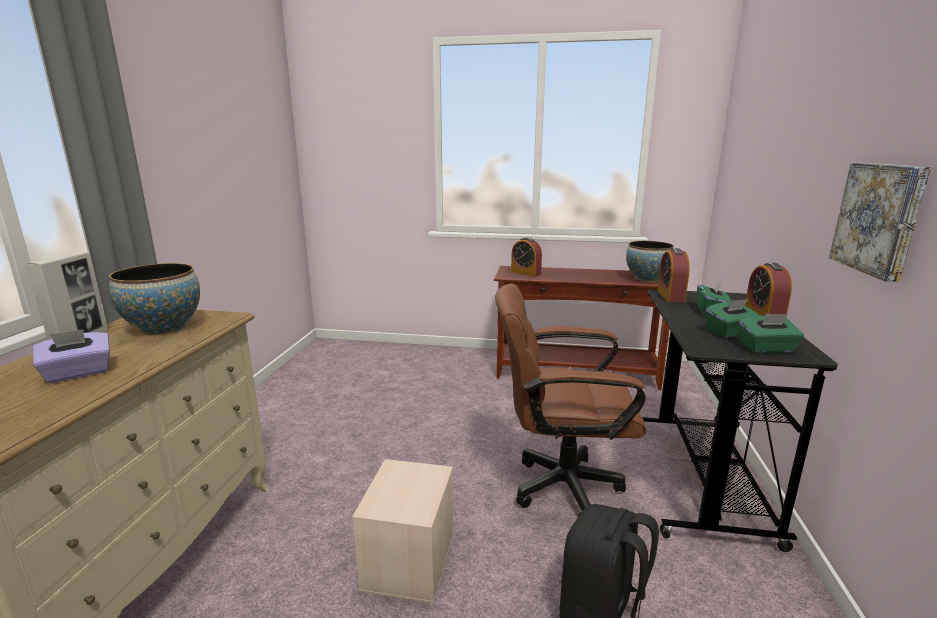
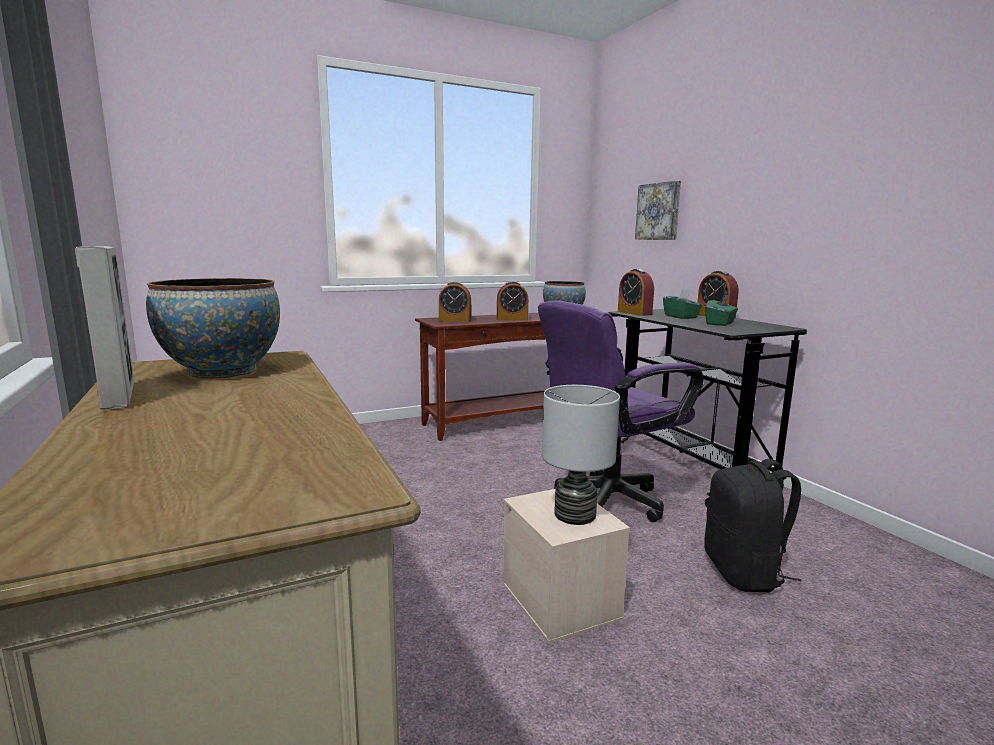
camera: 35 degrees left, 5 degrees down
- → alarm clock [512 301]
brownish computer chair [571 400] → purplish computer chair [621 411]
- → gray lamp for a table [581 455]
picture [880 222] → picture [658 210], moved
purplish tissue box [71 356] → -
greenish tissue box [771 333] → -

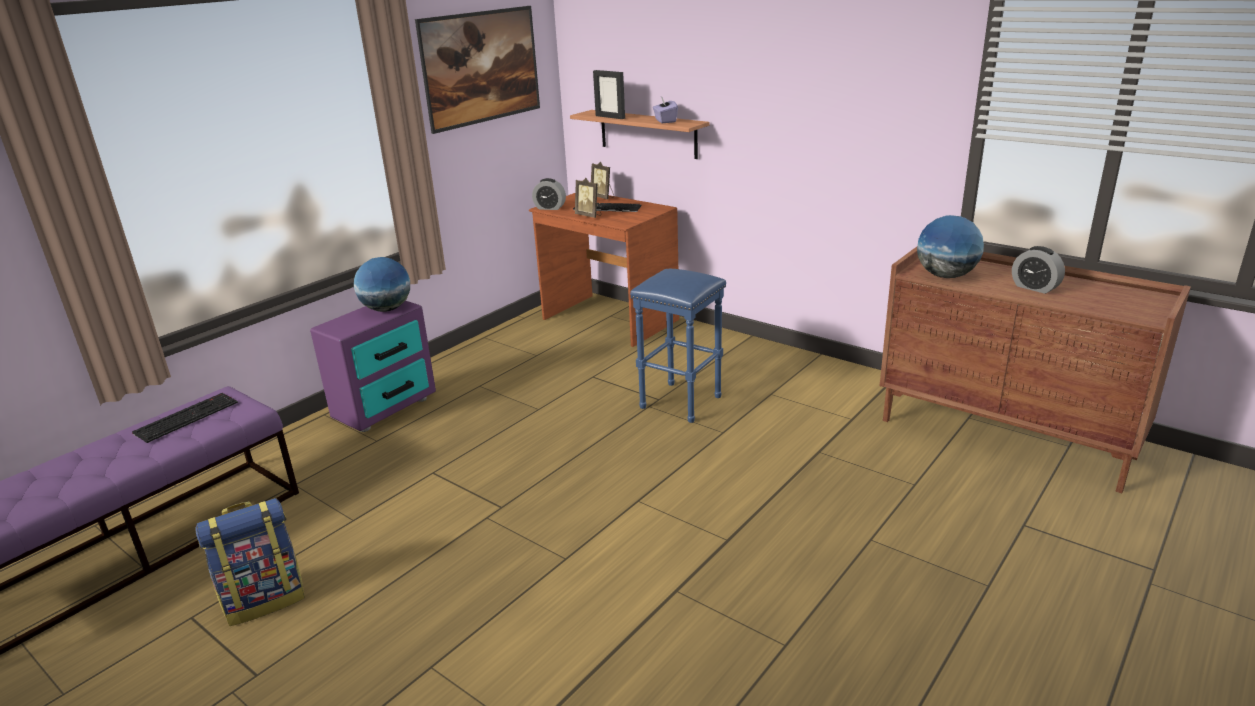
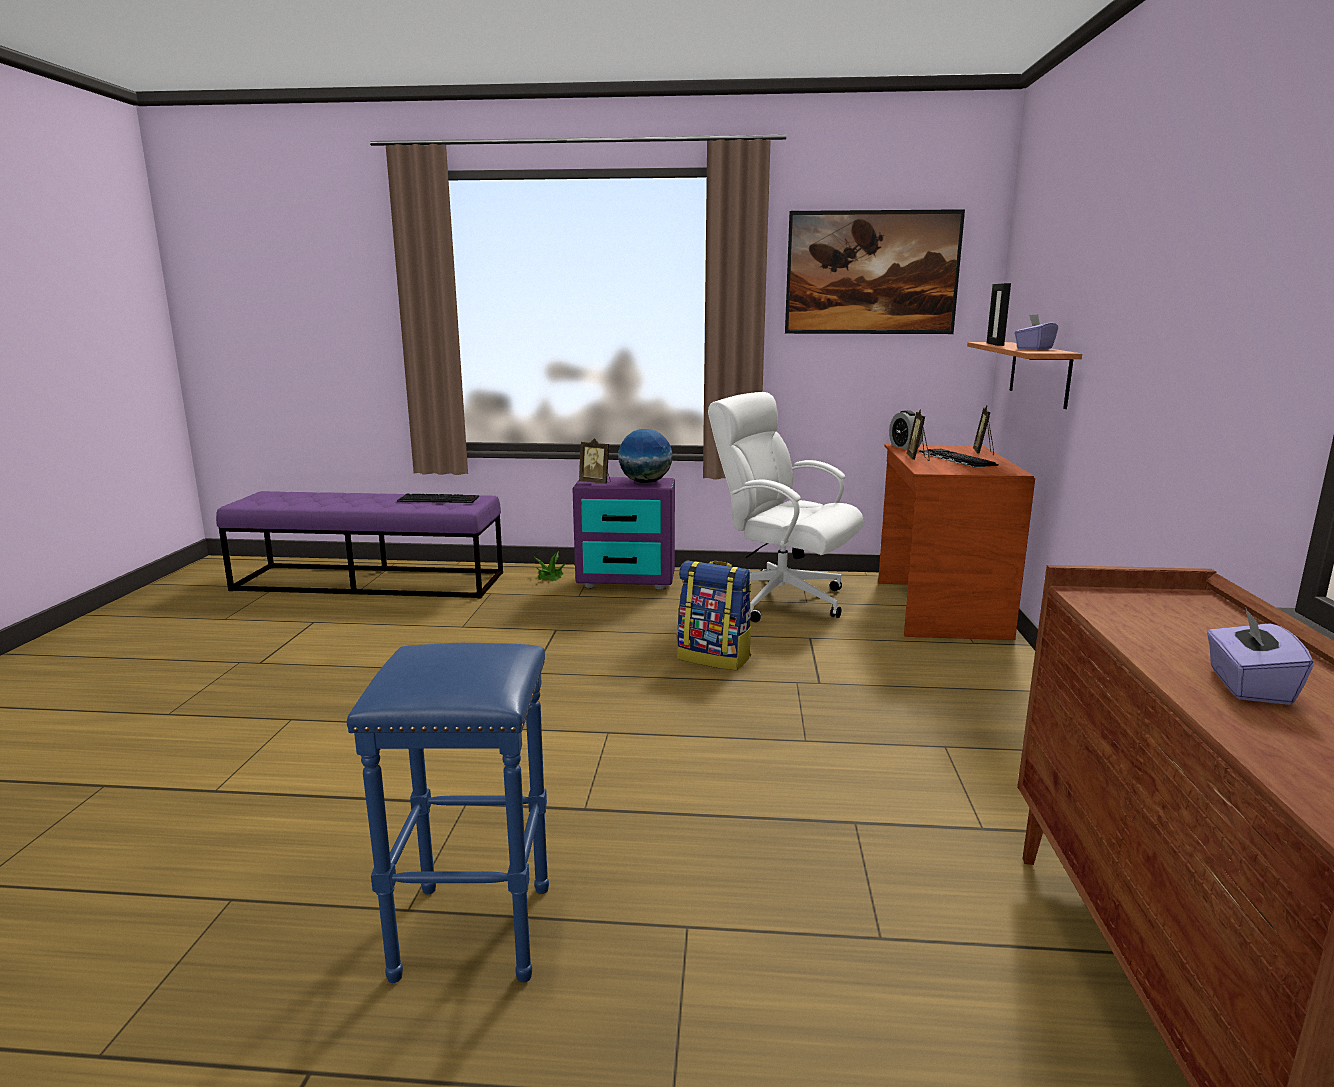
camera: 55 degrees right, 10 degrees down
bluish sitting stool [678 346] → bluish sitting stool [448 813], moved
- → houseplant [549 566]
- → standing frame [595 461]
rucksack [250 562] → rucksack [714 616], moved
- → whitish computer chair [785 507]
alarm clock [1038 270] → purplish tissue box [1260 656]
world globe [950 246] → -

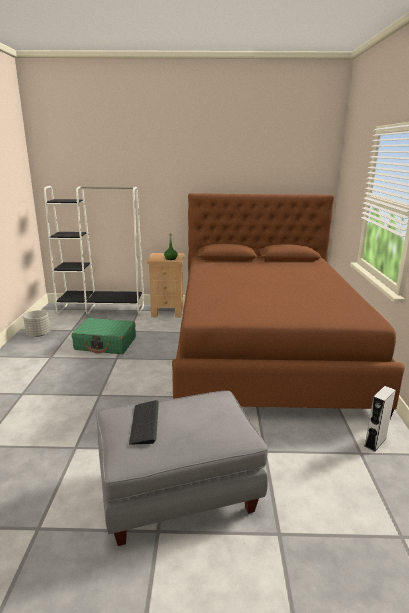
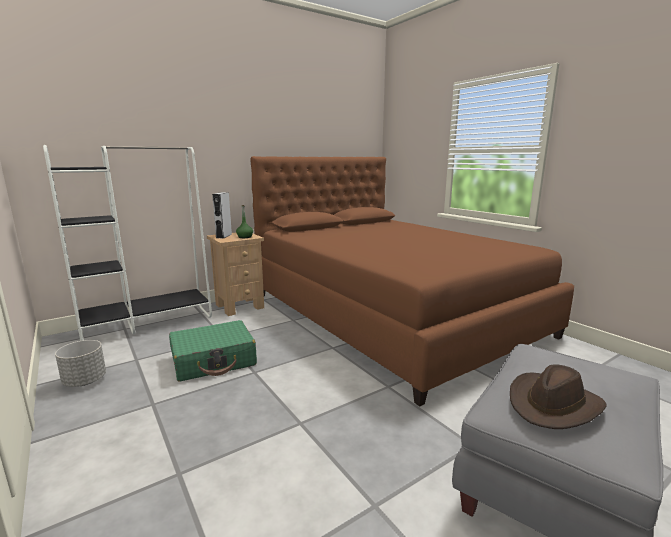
camera: 35 degrees left, 5 degrees down
gray loudspeaker [380 418] → gray loudspeaker [222 215], moved
PC keyboard [144 422] → brownish wearable hat [558 396]

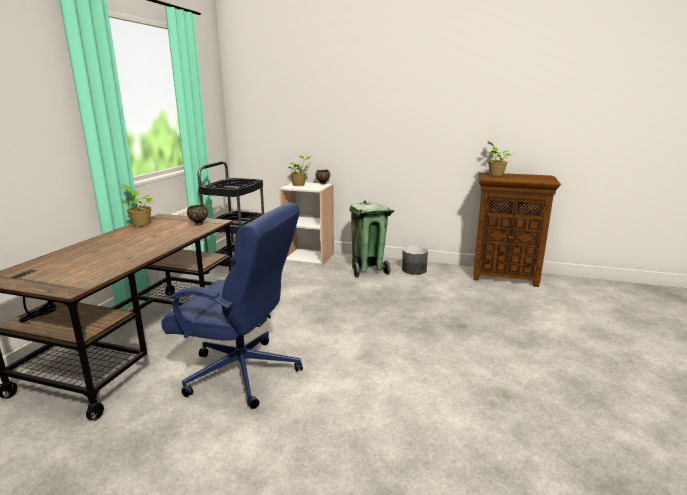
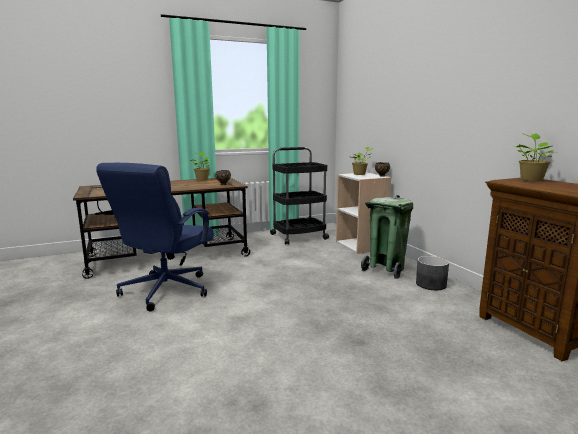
camera: 50 degrees right, 5 degrees down
bluish computer chair [232 305] → bluish computer chair [155 237], 45 degrees clockwise

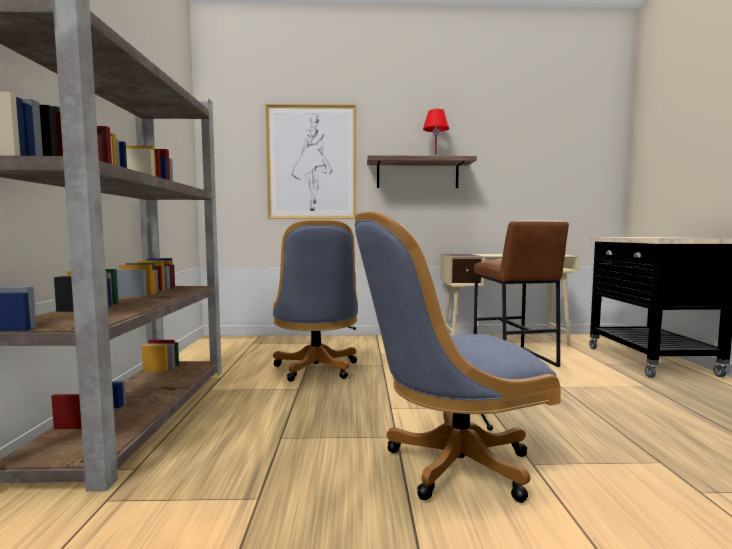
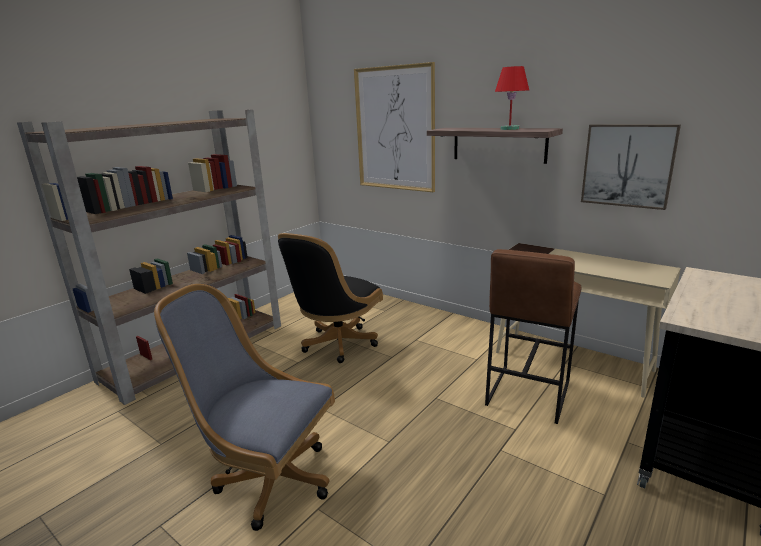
camera: 40 degrees right, 15 degrees up
bluish computer chair [315 301] → black computer chair [330 298]
- → picture [631 167]

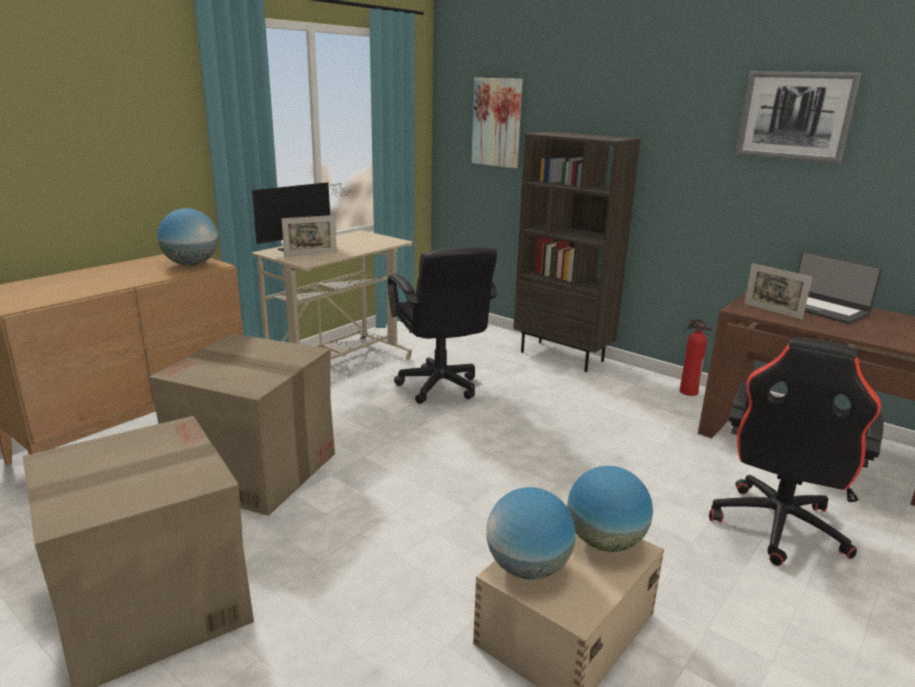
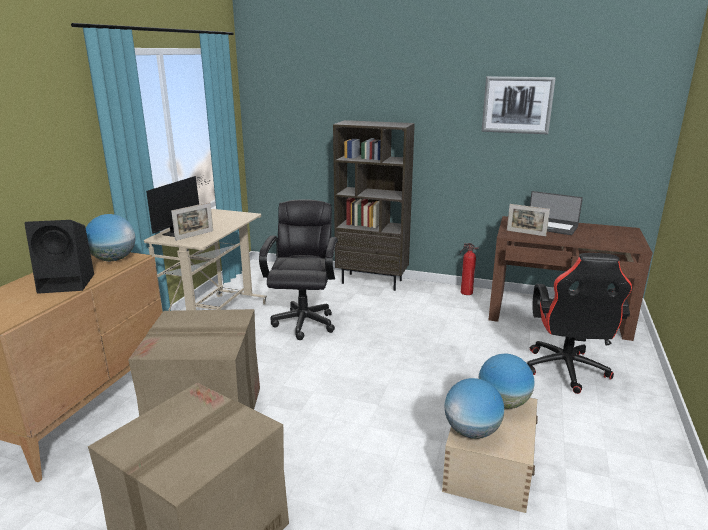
camera: 20 degrees left, 0 degrees up
- → black loudspeaker [59 257]
black computer chair [442 325] → black computer chair [298 269], 135 degrees counterclockwise
picture [497 123] → -

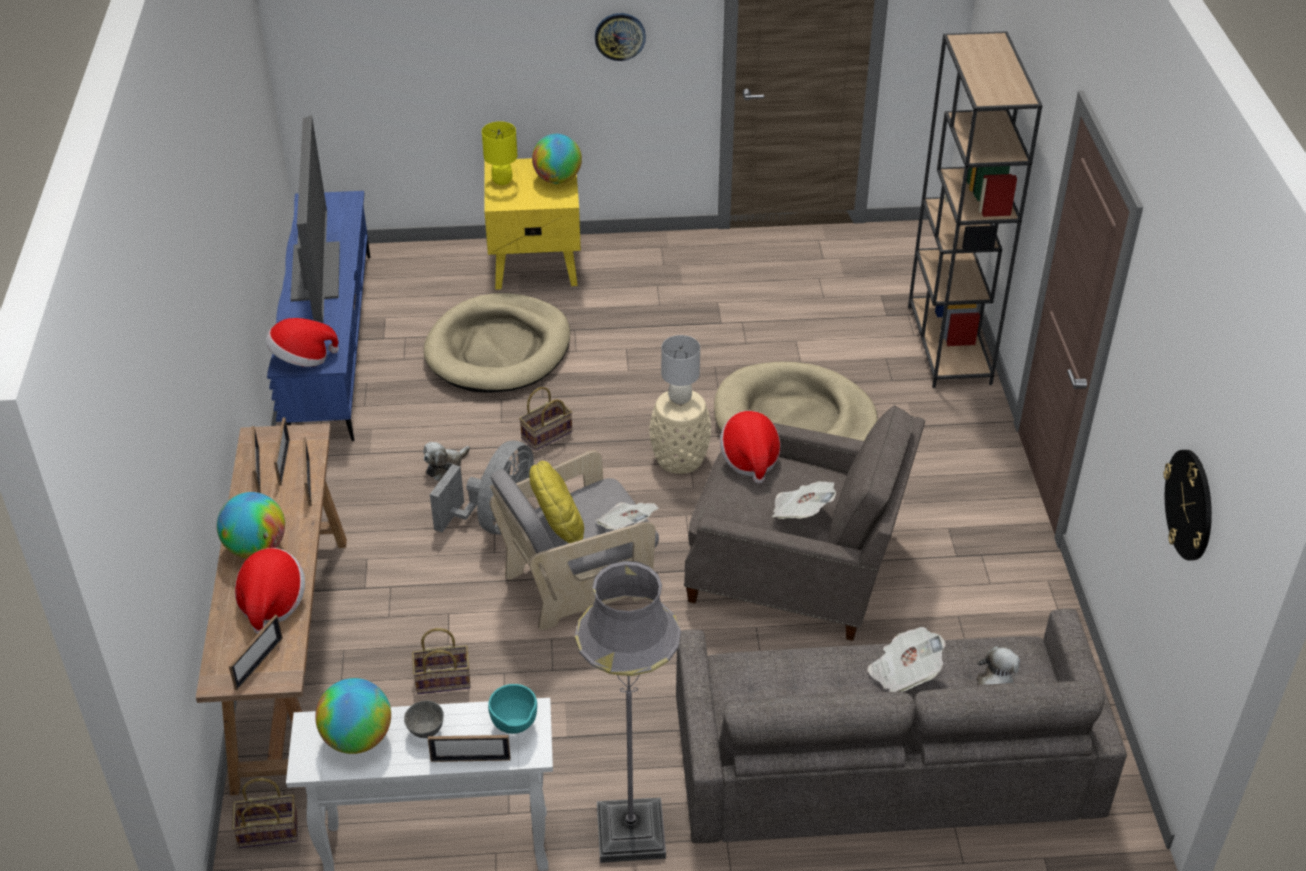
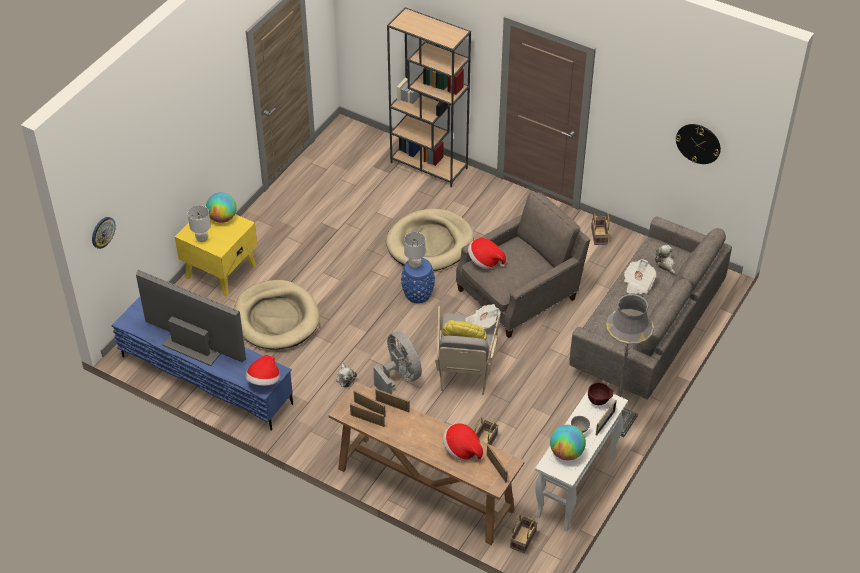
camera: 55 degrees left, 5 degrees up
clock on the wall [620 37] → clock on the wall [104 233], moved
yellow-coloured lamp for a table [500 153] → gray lamp for a table [199 223]
beige-coloured sitting stool [680 432] → bluish sitting stool [418 280]
turquoise-coloured serving bowl [512 709] → brownish serving bowl [601 393]
storage basket [545 419] → storage basket [600 229], moved
world globe [251 525] → -
daily paper [804 500] → -

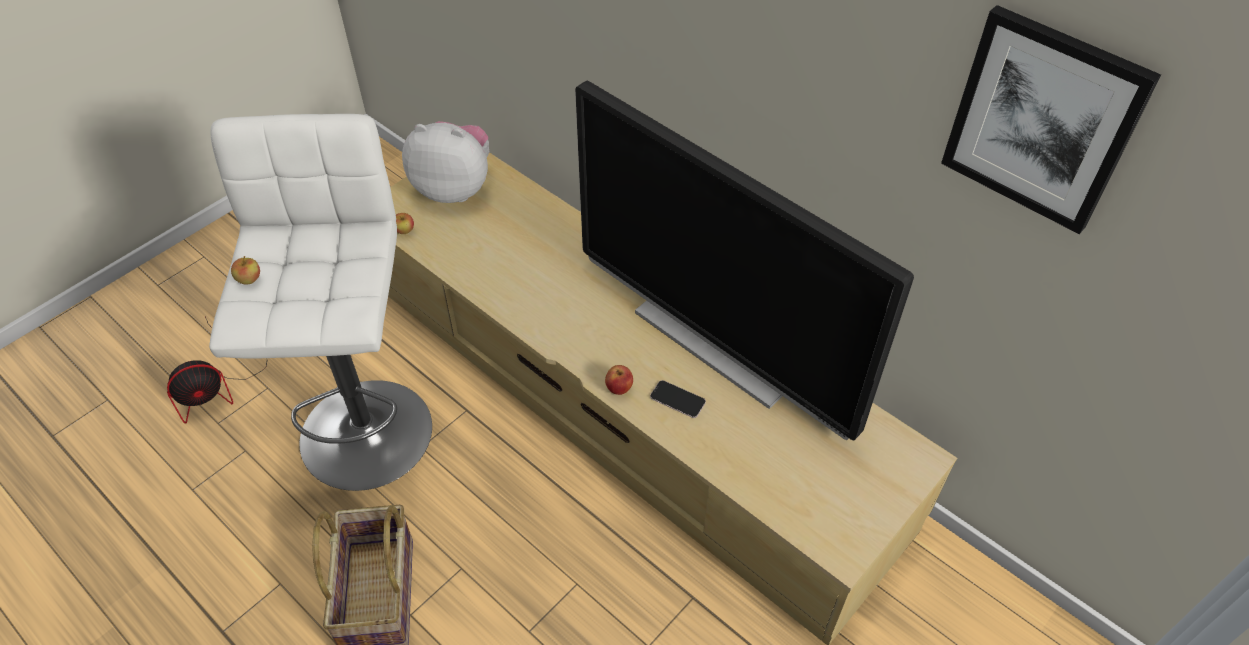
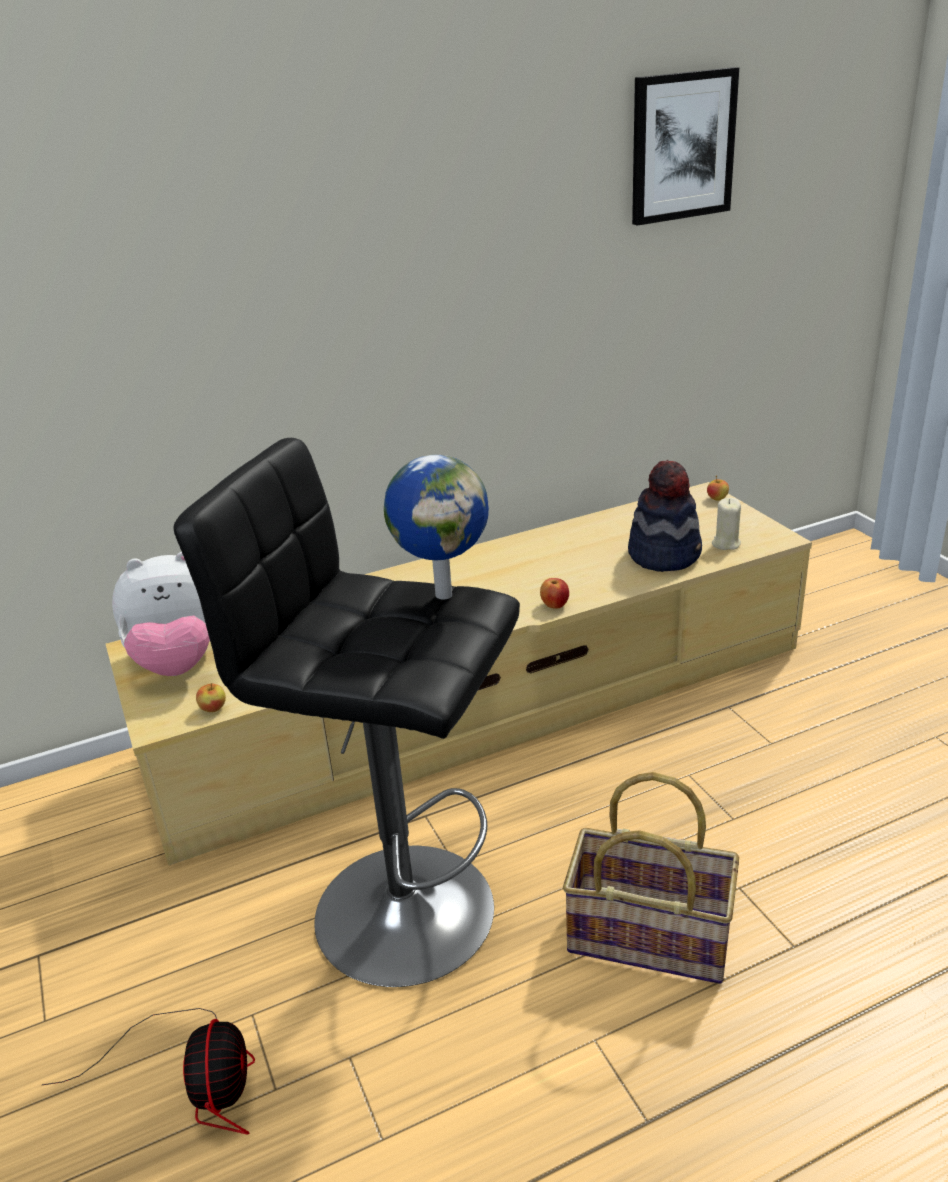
camera: 65 degrees left, 20 degrees down
cuddly toy [446 162] → cuddly toy [161 614], 135 degrees counterclockwise
whitish sitting stool [320 302] → black sitting stool [347 712]
- → world globe [436 527]
- → wearable hat [665 516]
whole apple [245 270] → whole apple [718 488], moved
- → beige-coloured wax candle [726 524]
TV set [744 261] → -
telephone [678 399] → -

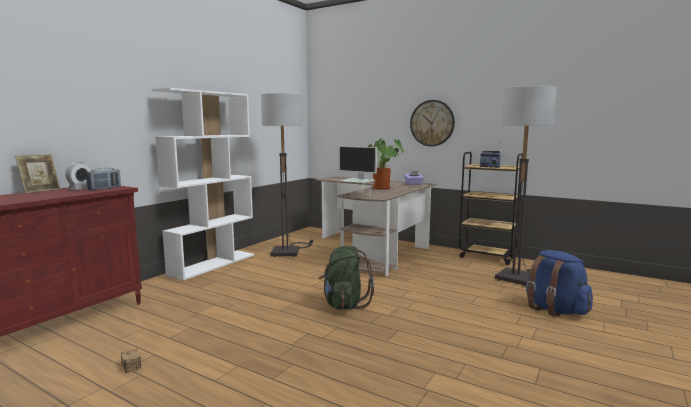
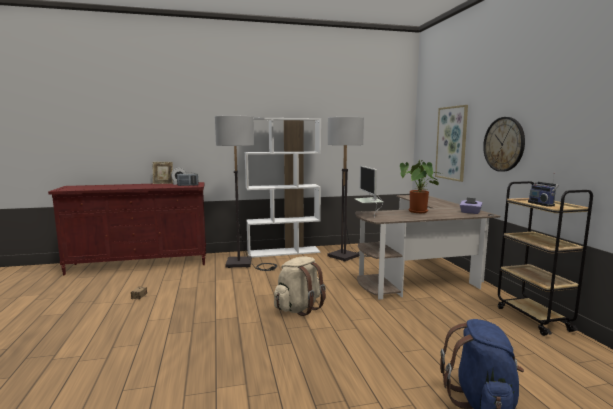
camera: 45 degrees right, 0 degrees up
floor lamp [526 186] → floor lamp [246 193], moved
greenish rucksack [346 278] → beige-coloured rucksack [300 286]
- → picture [451 143]

